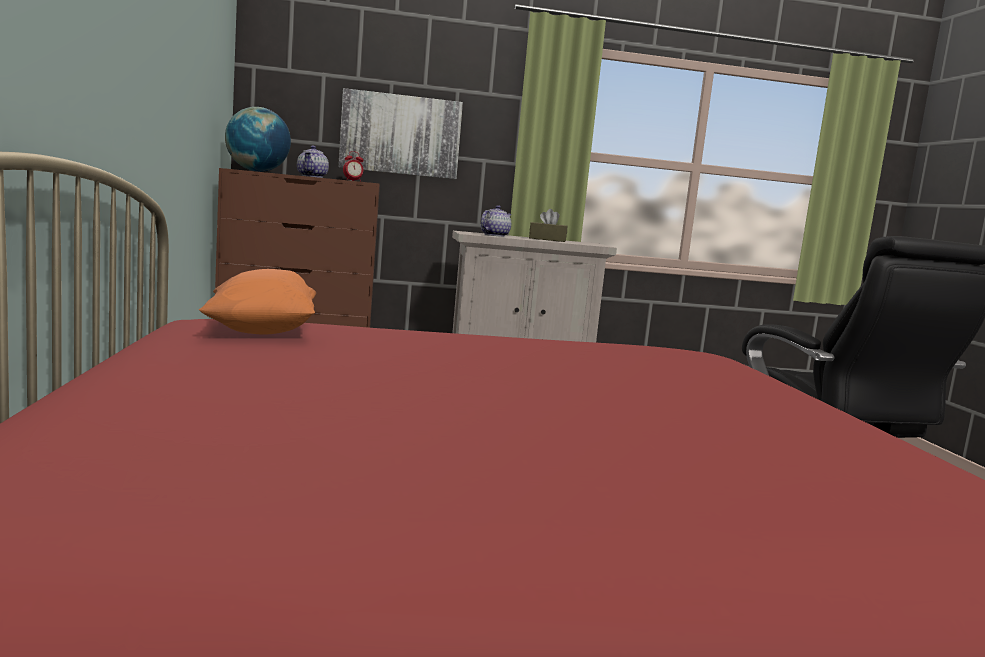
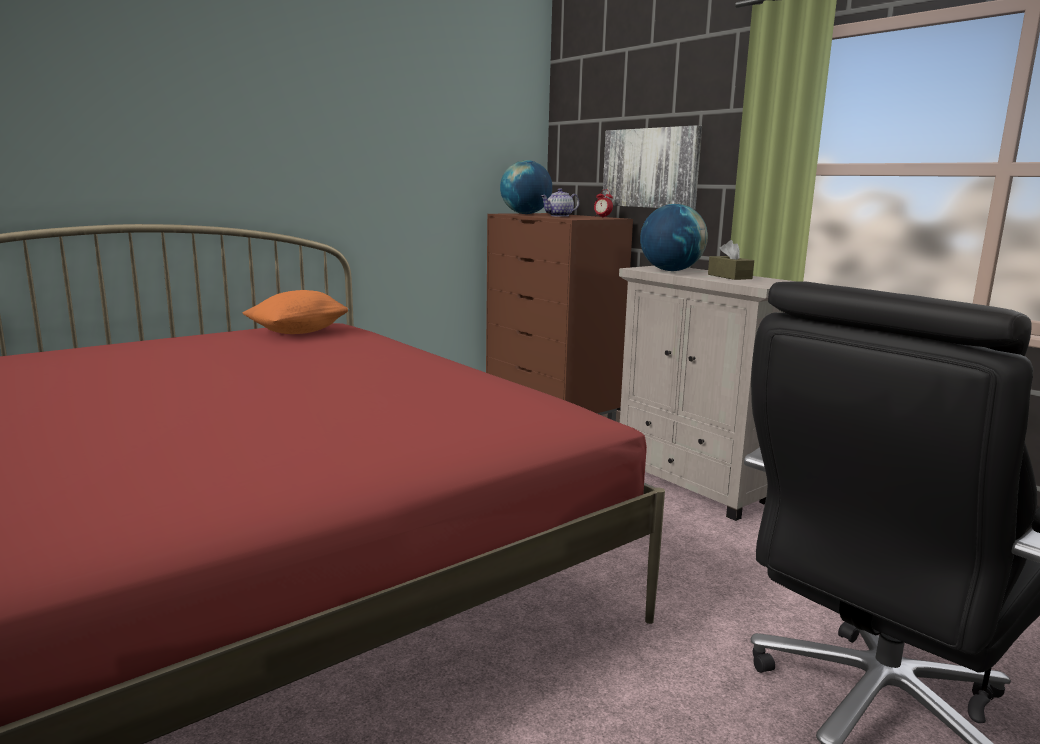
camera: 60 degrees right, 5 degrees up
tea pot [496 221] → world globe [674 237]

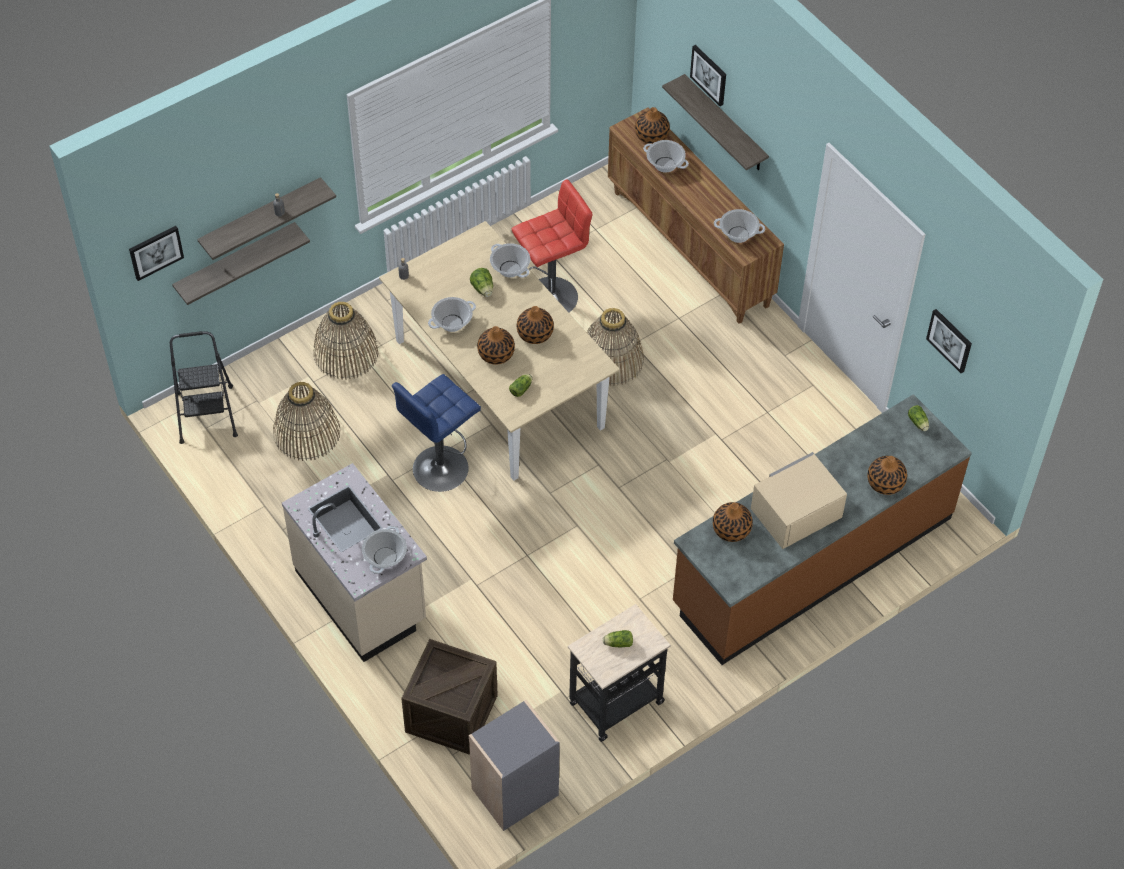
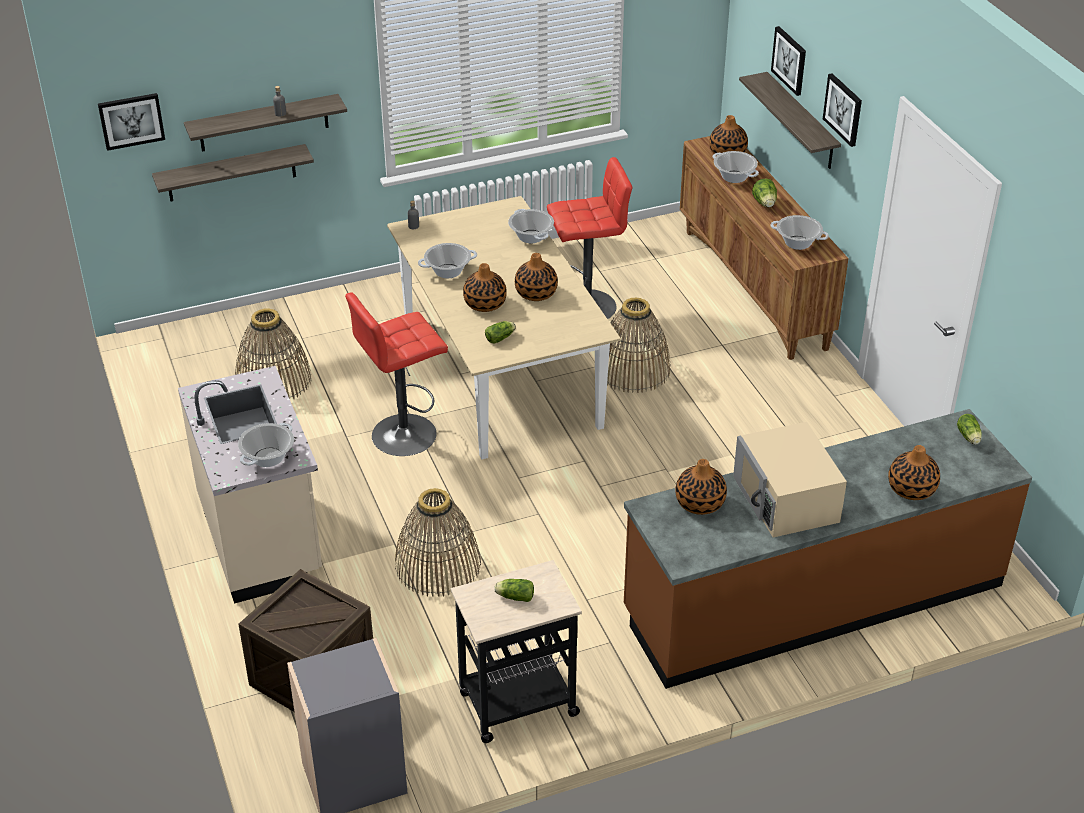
camera: 15 degrees right, 15 degrees down
bluish sitting stool [436 433] → red-coloured sitting stool [396 374]
storage basket [346 341] → storage basket [438 542], moved
beige-coloured microwave oven [799 500] → beige-coloured microwave oven [790 479], 90 degrees counterclockwise
head of lettuce [481 282] → head of lettuce [764 192], moved
picture [949 341] → picture [842 110], moved
black step ladder [204 387] → -

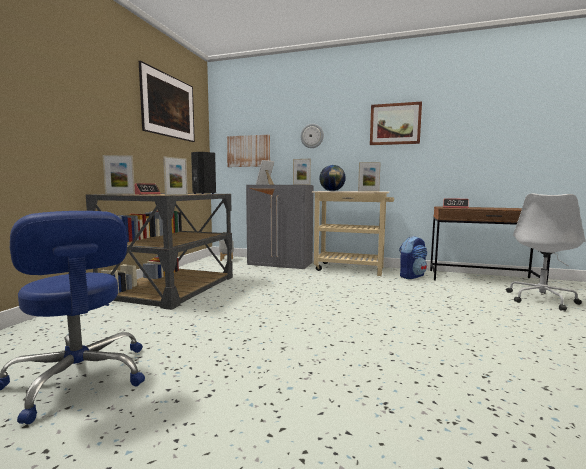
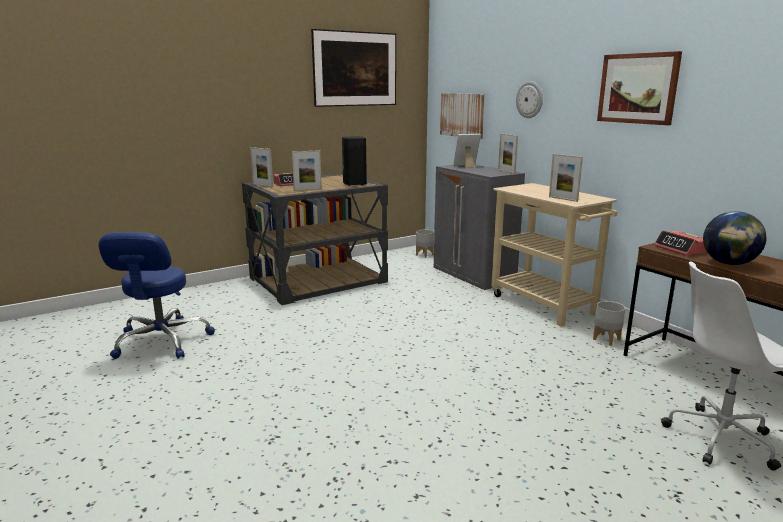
camera: 40 degrees right, 10 degrees up
rucksack [413 257] → gray plant pot [609 323]
world globe [332 178] → world globe [735 238], moved

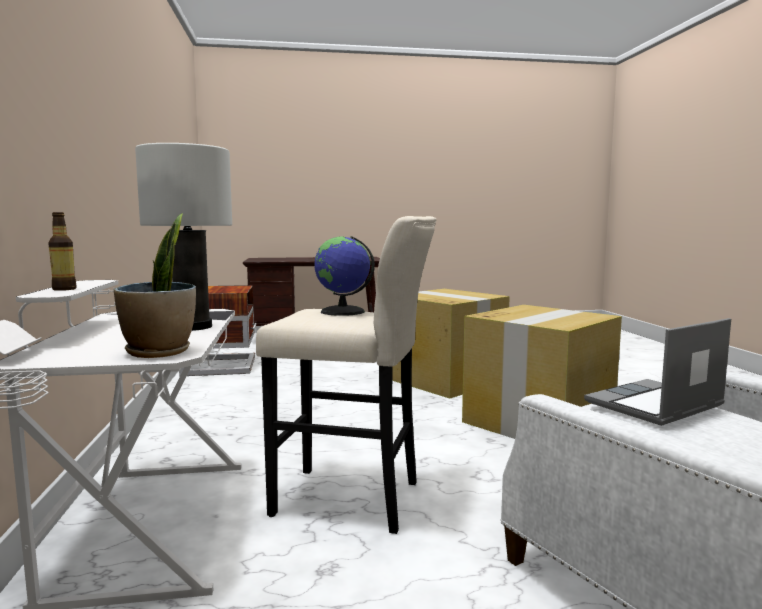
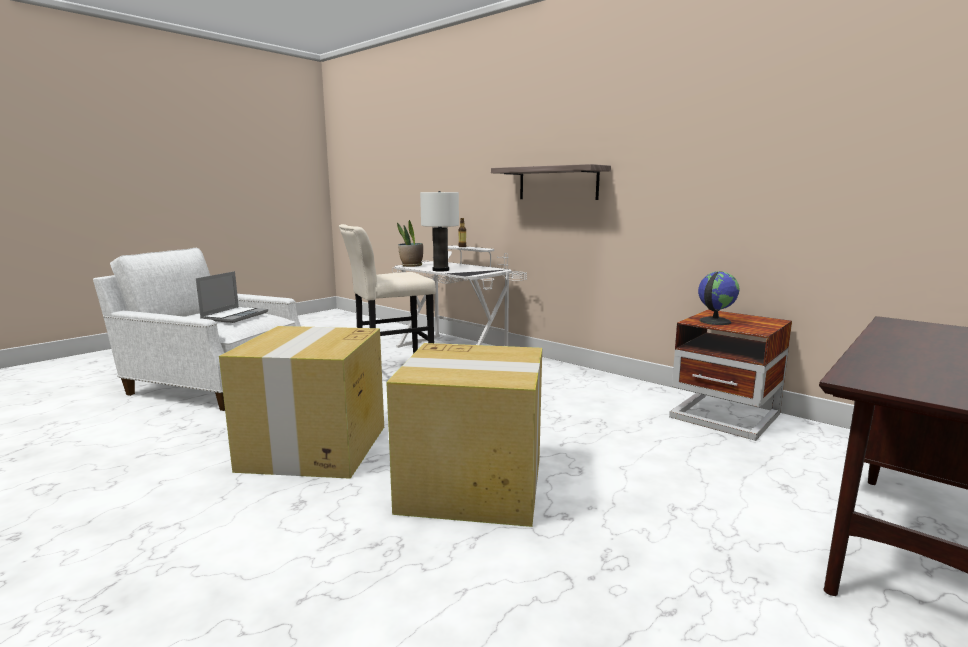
camera: 140 degrees right, 5 degrees up
- → bracket shelf [551 182]
world globe [344 276] → world globe [719 298], moved

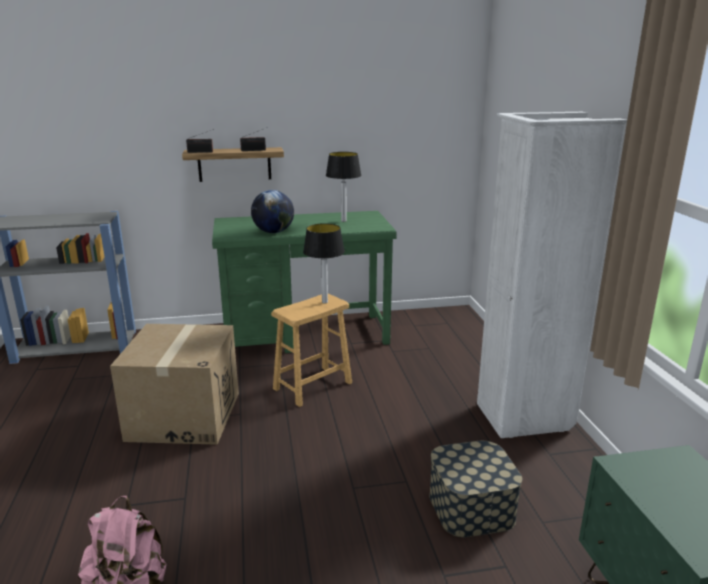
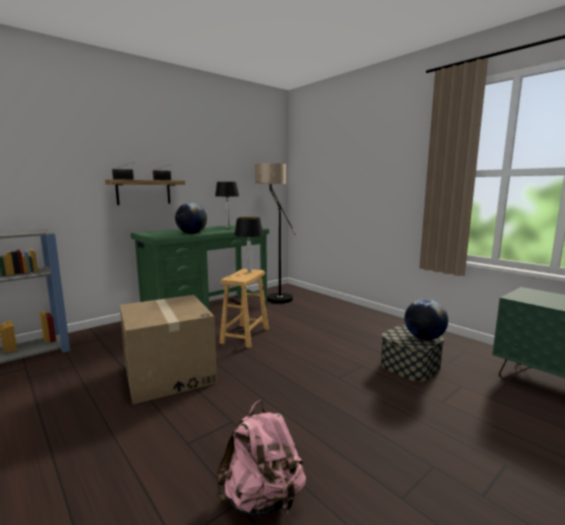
camera: 30 degrees left, 10 degrees down
- → floor lamp [275 233]
- → world globe [426 319]
whitish storage cabinet [552 275] → -

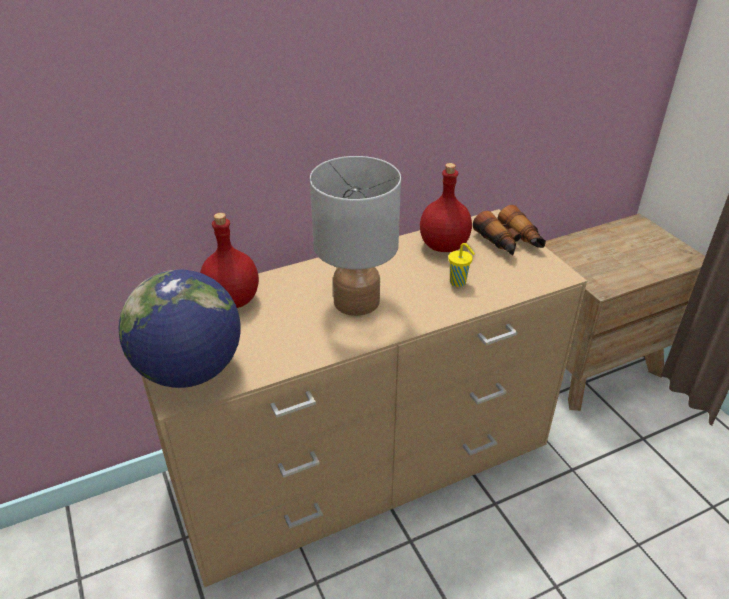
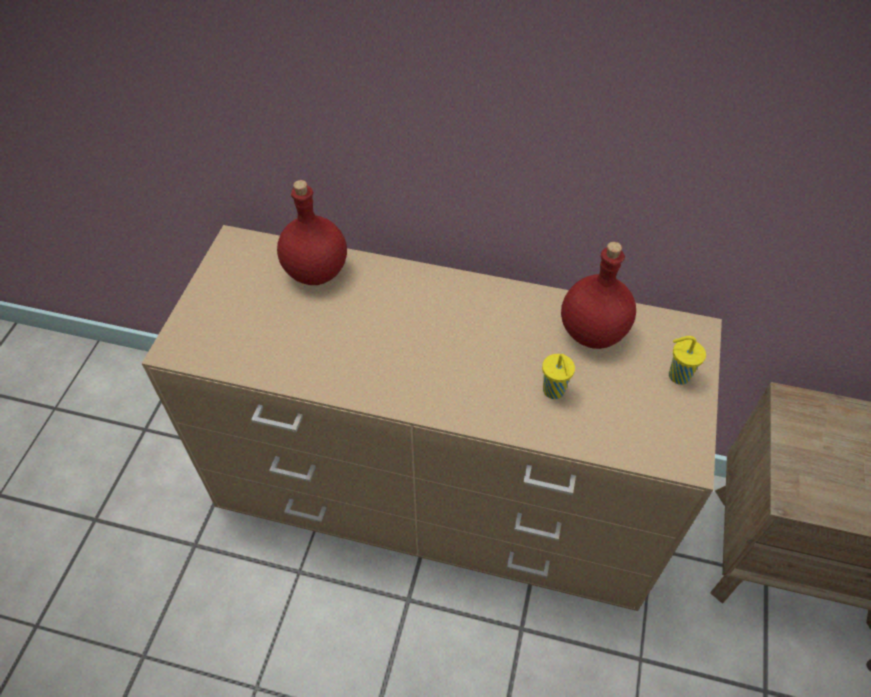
camera: 40 degrees right, 15 degrees up
binoculars [509 230] → yellow-coloured drinking cup [687 360]
world globe [179 329] → -
gray lamp for a table [355 236] → -

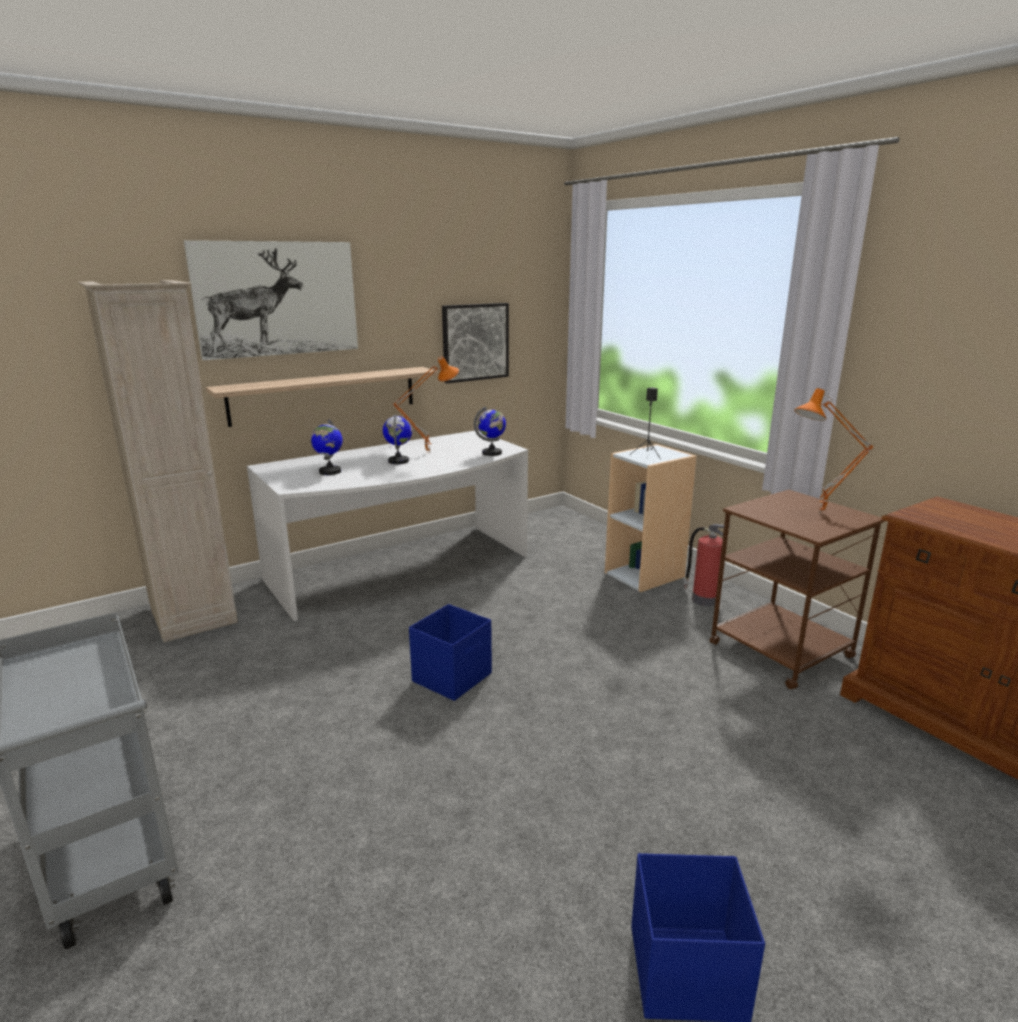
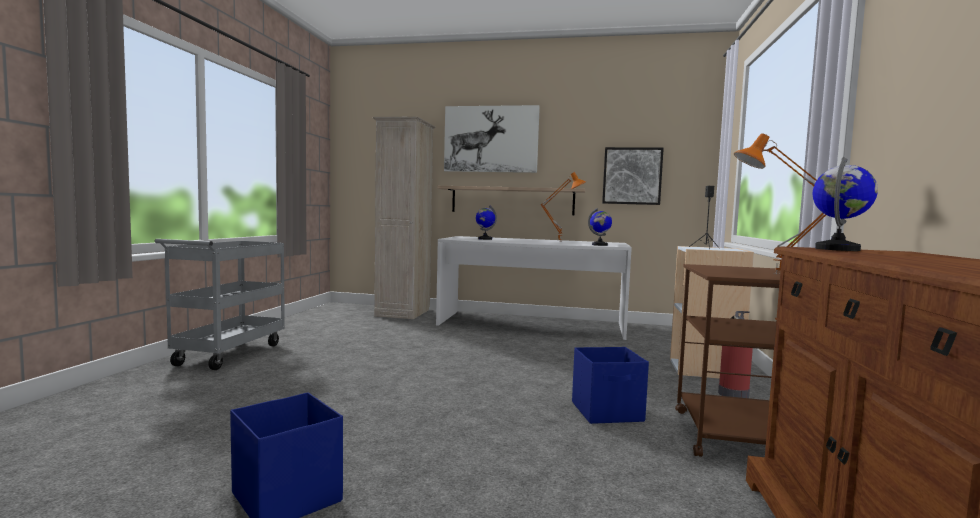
camera: 45 degrees right, 15 degrees down
bluish storage bin [450 652] → bluish storage bin [610 385], moved
world globe [397 439] → world globe [845 204], moved

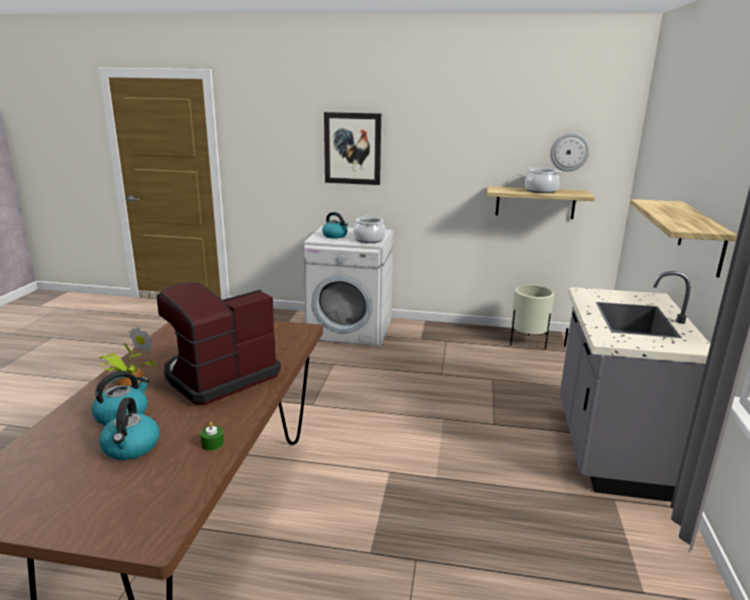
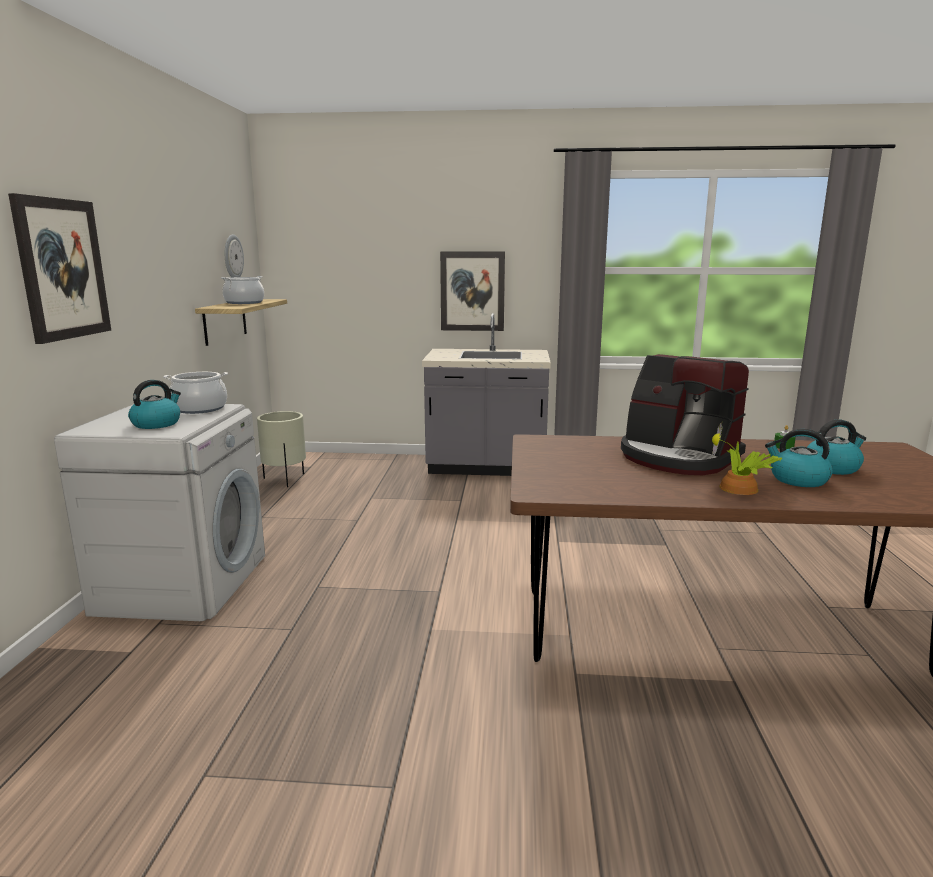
camera: 95 degrees left, 5 degrees down
bracket shelf [683 238] → picture [472 291]

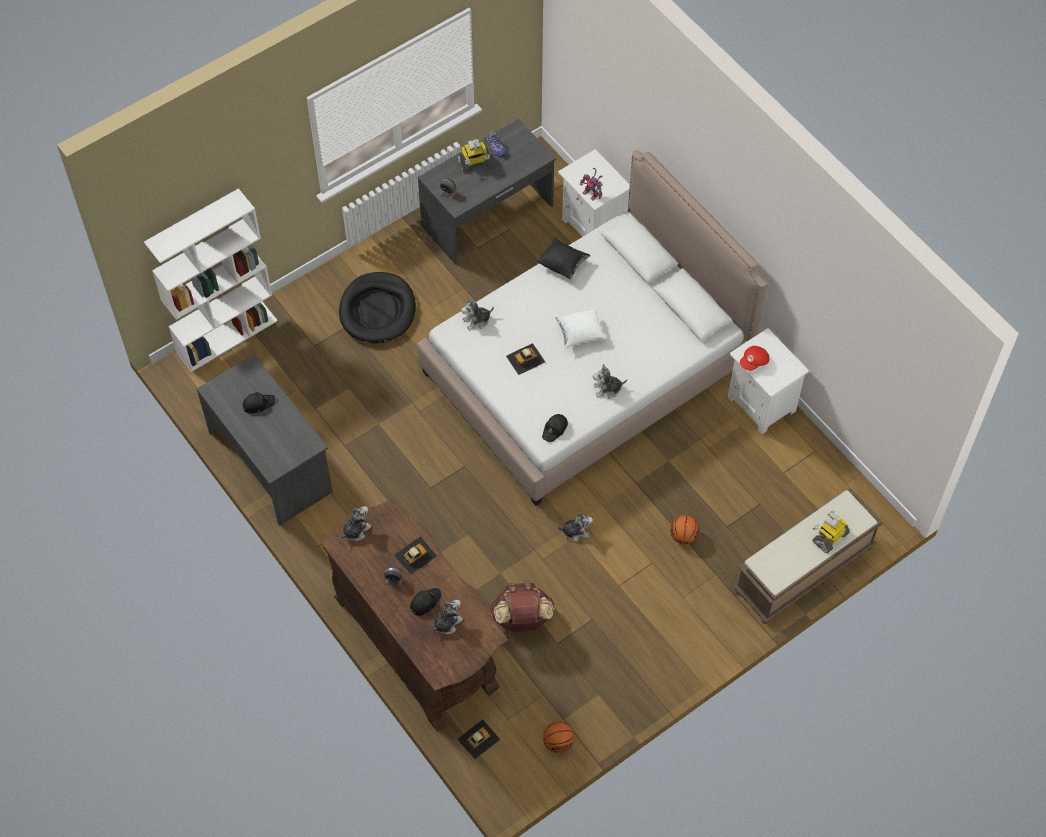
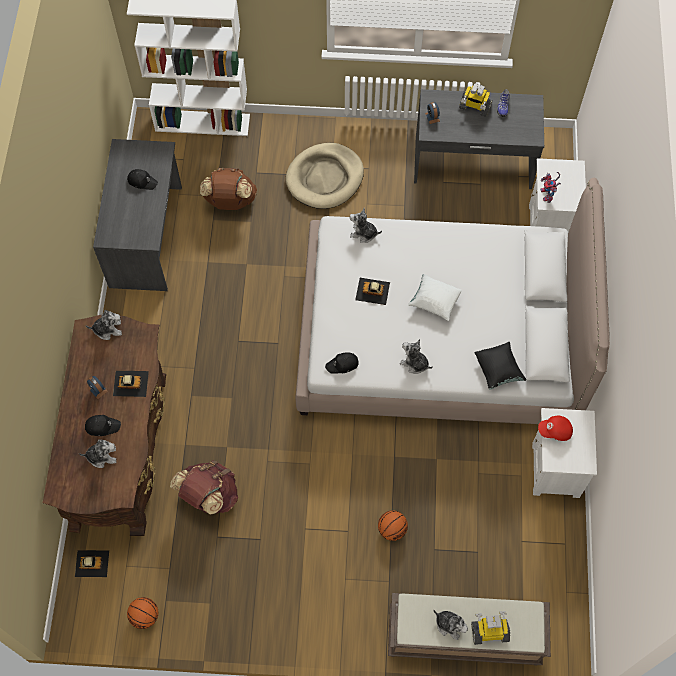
camera: 40 degrees right, 5 degrees up
- → brownish rucksack [228 189]
black dog bed [377 307] → beige-coloured dog bed [325 176]
cuddly toy [575 526] → cuddly toy [450 625], moved
black cushion [563 258] → black cushion [500 366], moved

